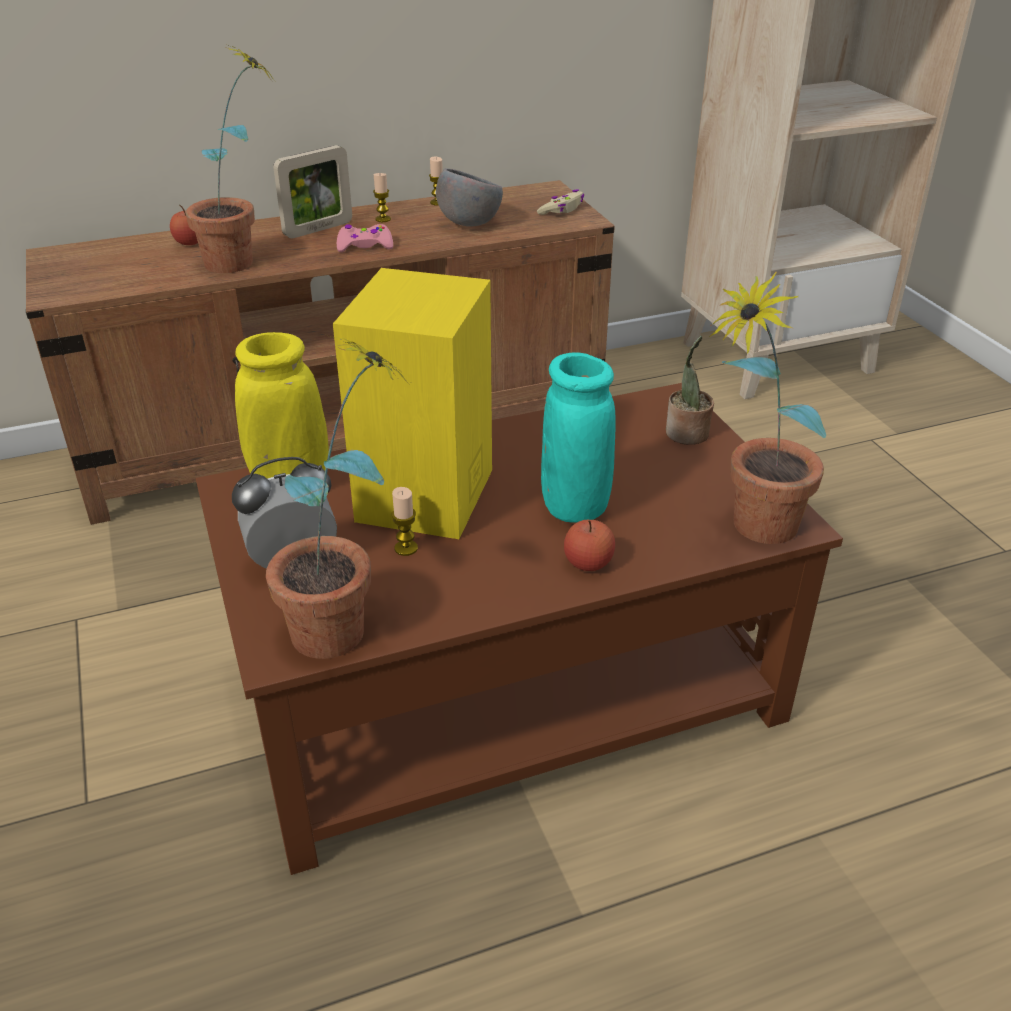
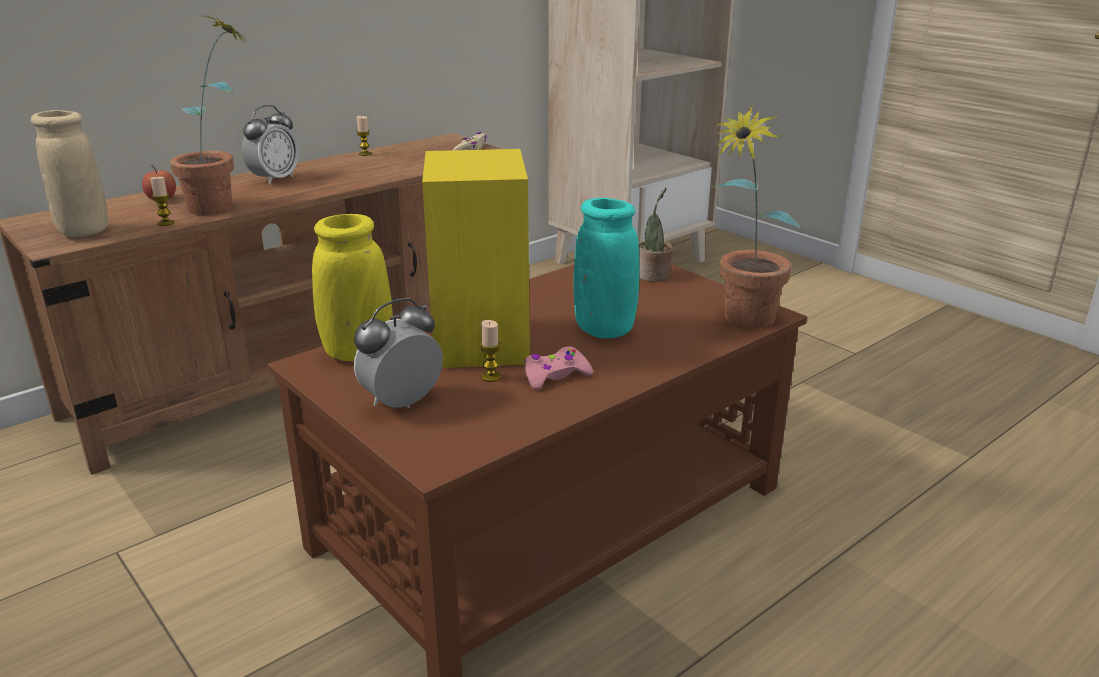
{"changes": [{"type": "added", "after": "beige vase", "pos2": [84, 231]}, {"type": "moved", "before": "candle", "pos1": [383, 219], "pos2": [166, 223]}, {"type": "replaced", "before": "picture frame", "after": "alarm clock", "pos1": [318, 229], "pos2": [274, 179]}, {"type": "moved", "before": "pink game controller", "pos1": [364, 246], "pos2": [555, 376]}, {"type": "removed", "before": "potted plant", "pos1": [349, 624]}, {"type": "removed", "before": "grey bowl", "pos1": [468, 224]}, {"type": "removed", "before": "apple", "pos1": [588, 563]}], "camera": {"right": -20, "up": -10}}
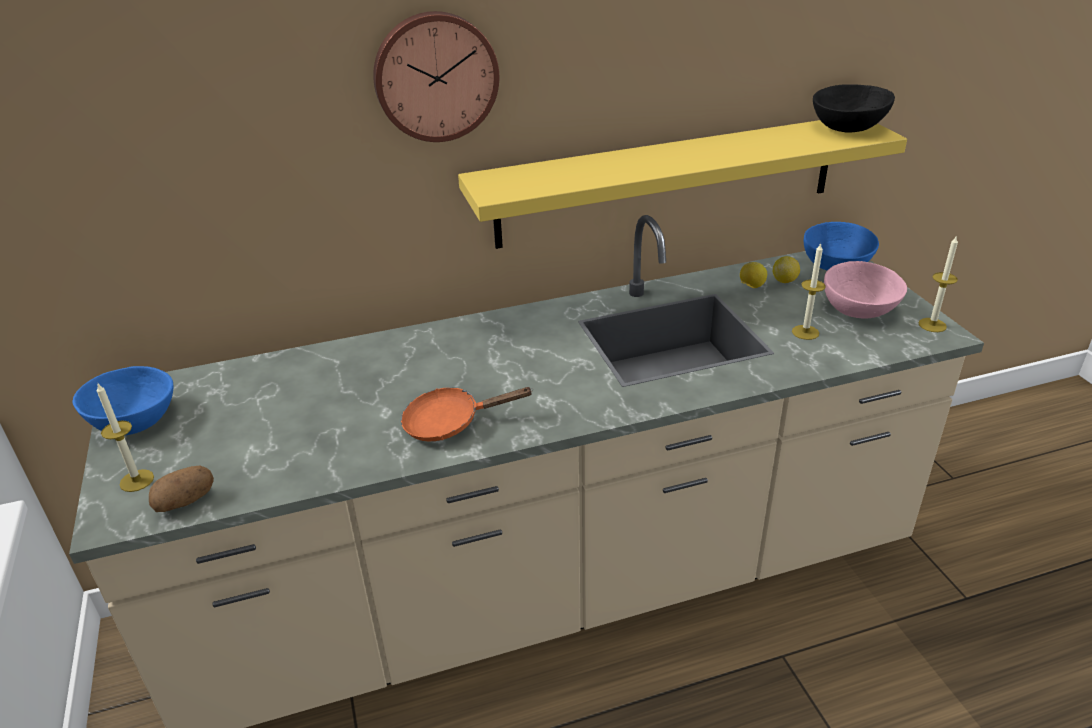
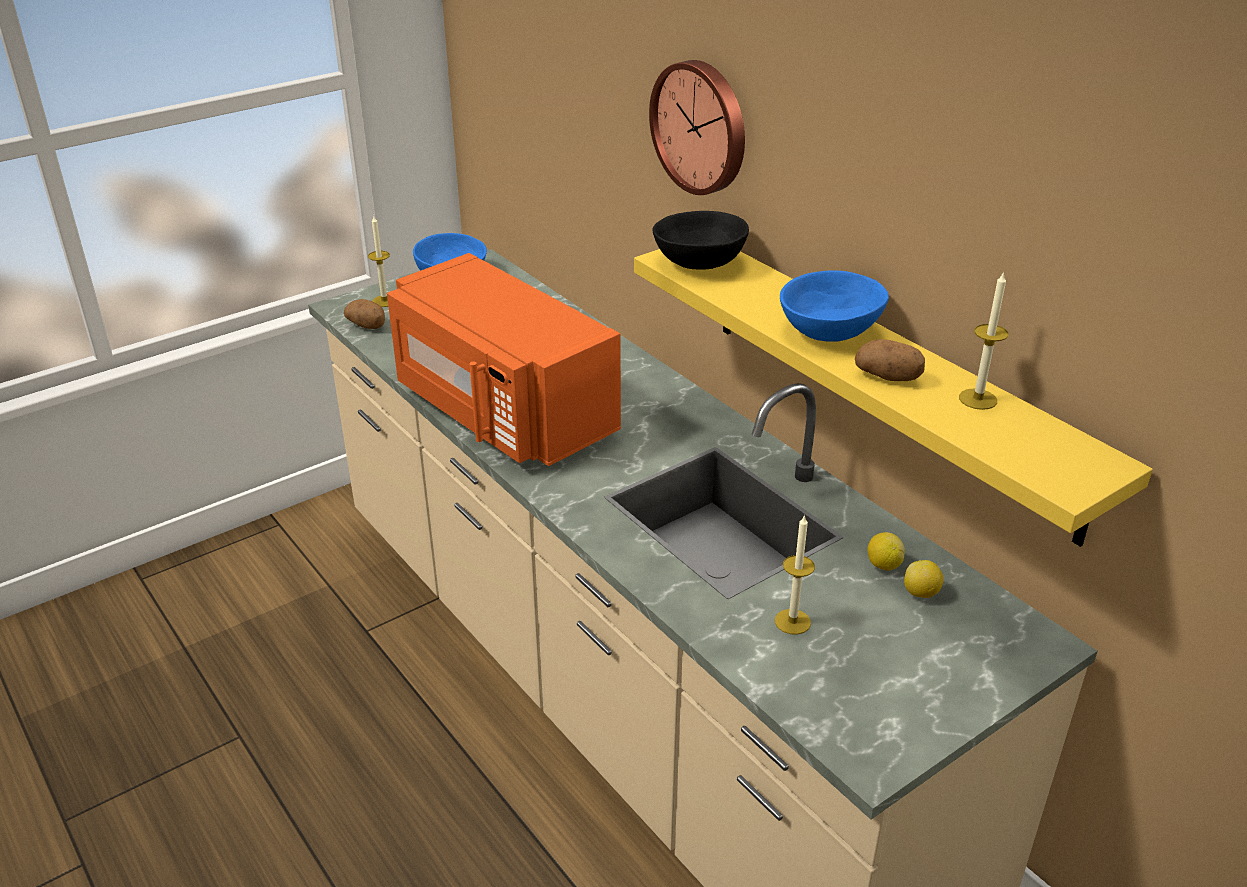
{"changes": [{"type": "replaced", "before": "orange frying pan", "after": "orange microwave", "pos1": [450, 423], "pos2": [502, 411]}, {"type": "moved", "before": "black bowl", "pos1": [848, 127], "pos2": [701, 263]}, {"type": "moved", "before": "blue bowl", "pos1": [835, 264], "pos2": [830, 331]}, {"type": "added", "after": "potato", "pos2": [888, 377]}, {"type": "moved", "before": "candle", "pos1": [932, 325], "pos2": [978, 399]}, {"type": "removed", "before": "pink bowl", "pos1": [857, 309]}], "camera": {"right": 70, "up": 0}}
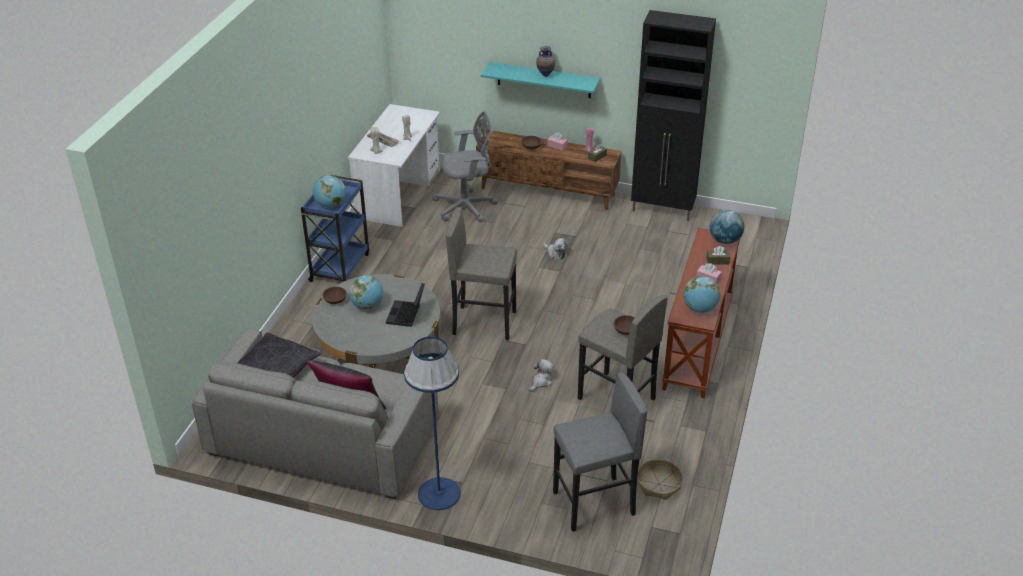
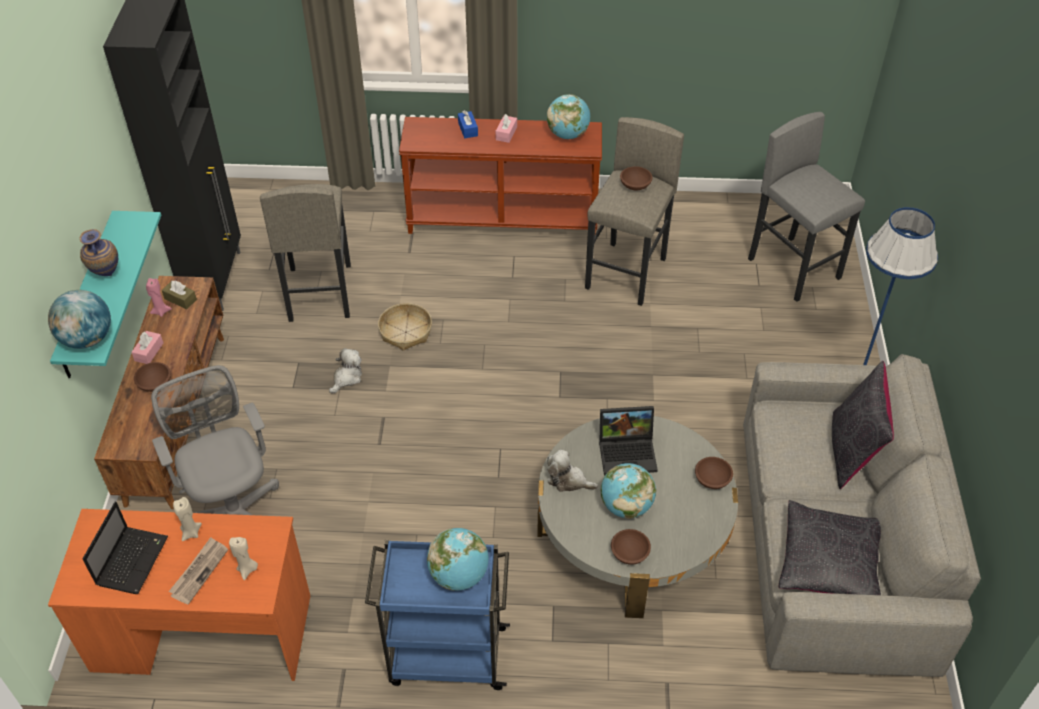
{"changes": [{"type": "moved", "before": "globe", "pos1": [725, 240], "pos2": [87, 339]}, {"type": "recoloured", "before": "white desk", "after": "orange desk", "pos1": [398, 194], "pos2": [202, 633]}, {"type": "added", "after": "laptop", "pos2": [132, 559]}, {"type": "moved", "before": "grey stool", "pos1": [484, 322], "pos2": [319, 293]}, {"type": "moved", "before": "basket", "pos1": [659, 484], "pos2": [406, 332]}, {"type": "recoloured", "before": "brown tissue box", "after": "blue tissue box", "pos1": [717, 261], "pos2": [468, 129]}, {"type": "moved", "before": "plush toy", "pos1": [541, 381], "pos2": [568, 480]}, {"type": "added", "after": "brown bowl", "pos2": [713, 480]}], "camera": {"right": -105, "up": 10}}
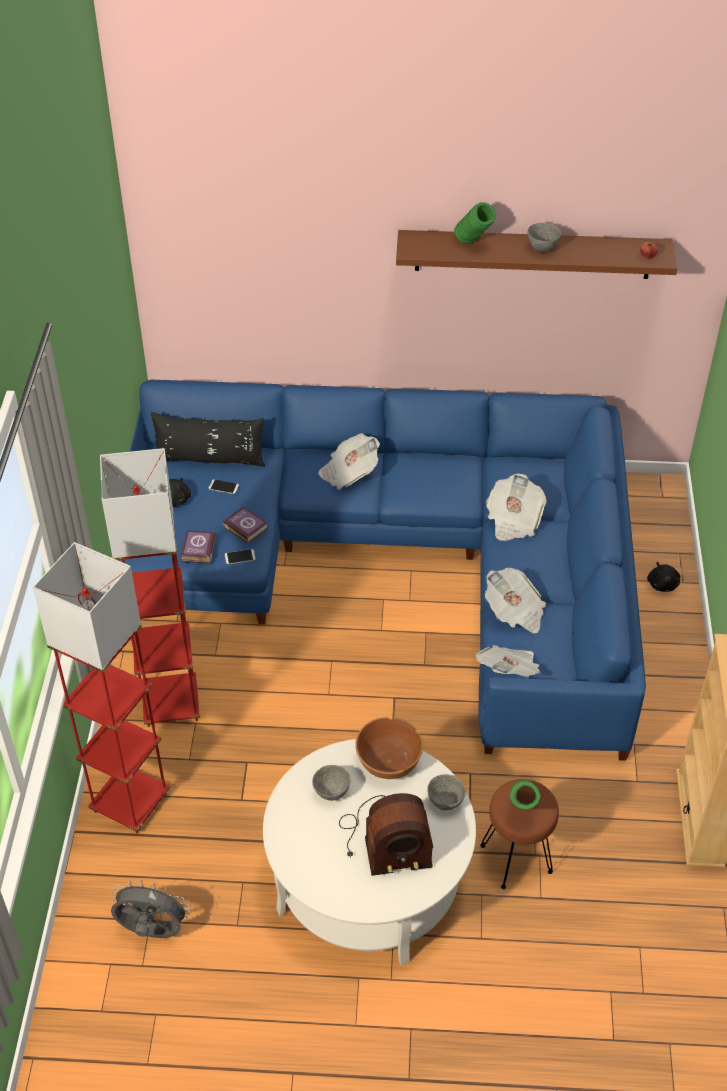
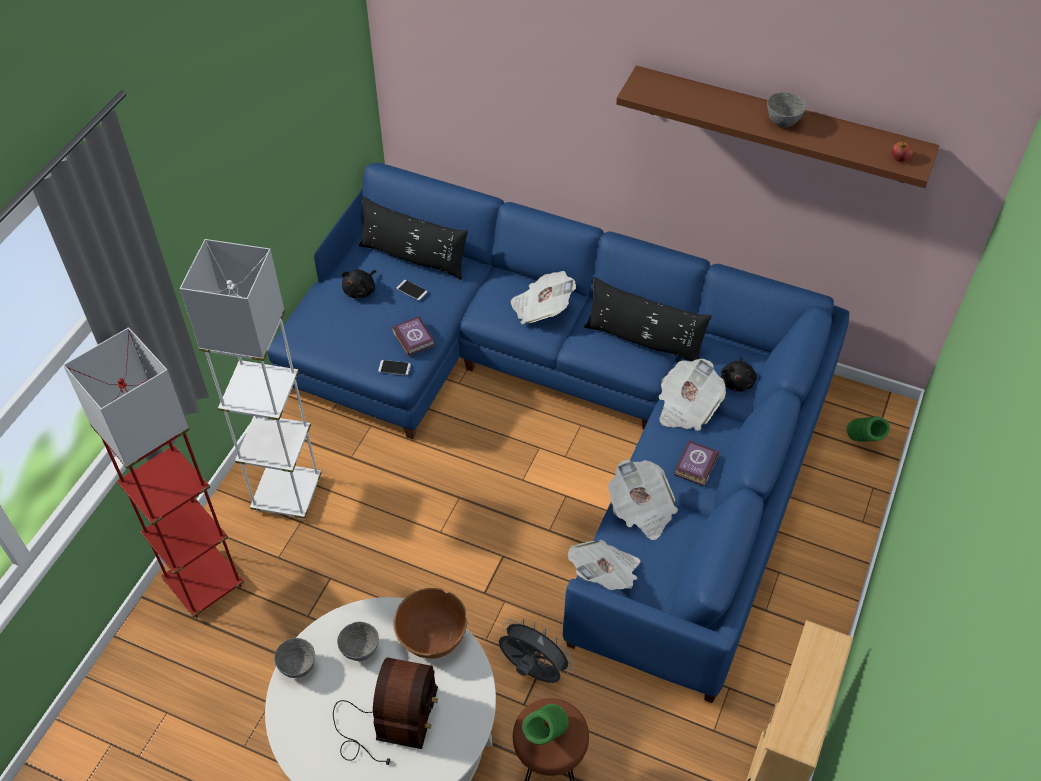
{"changes": [{"type": "recoloured", "before": "red floor lamp", "after": "white floor lamp", "pos1": [171, 704], "pos2": [287, 495]}, {"type": "moved", "before": "grey bowl", "pos1": [445, 803], "pos2": [297, 668]}, {"type": "turned", "before": "radio", "pos1": [384, 841], "pos2": [387, 722], "turn": -90}, {"type": "moved", "before": "grey fan", "pos1": [152, 932], "pos2": [532, 671]}, {"type": "added", "after": "black pillow", "pos2": [643, 340]}, {"type": "moved", "before": "book", "pos1": [197, 550], "pos2": [694, 466]}, {"type": "moved", "before": "black plush toy", "pos1": [662, 583], "pos2": [737, 381]}, {"type": "moved", "before": "green vase", "pos1": [473, 245], "pos2": [862, 444]}], "camera": {"right": 20, "up": 5}}
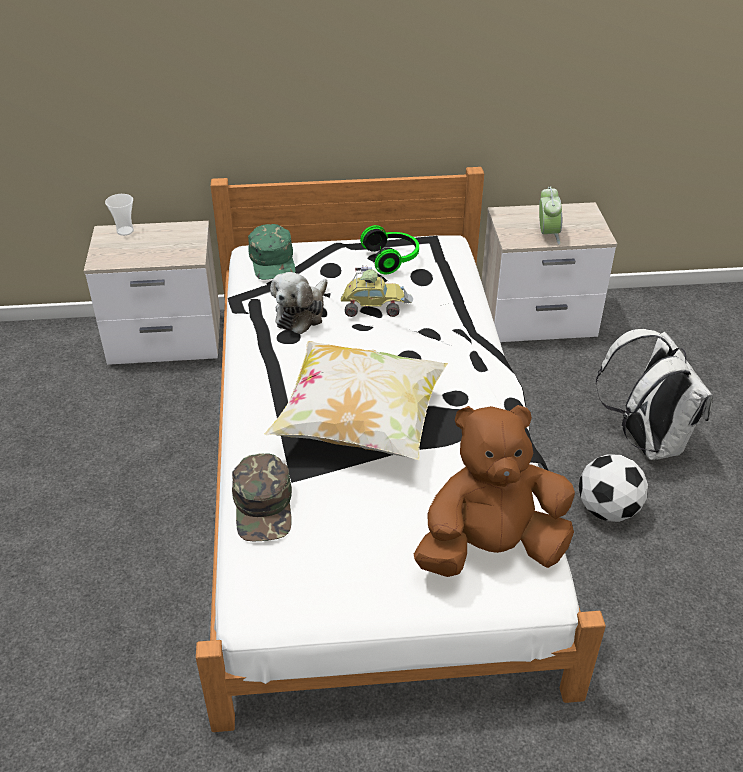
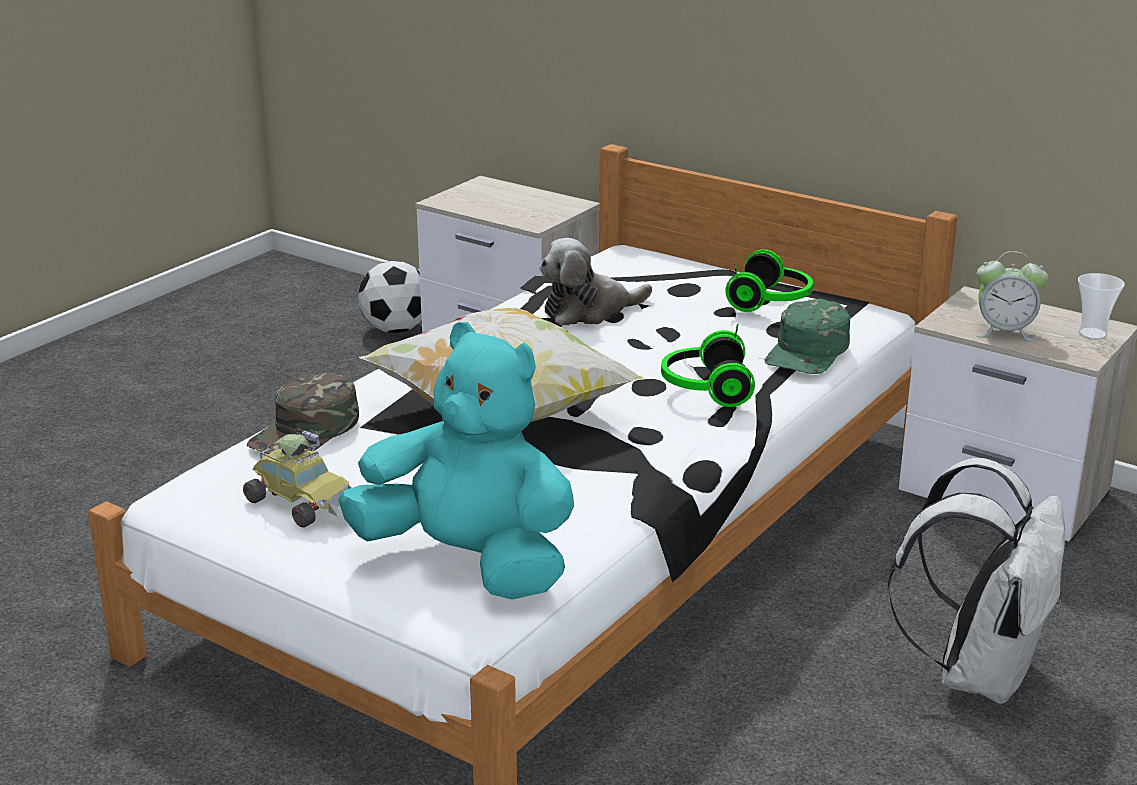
{"changes": [{"type": "moved", "before": "toy car", "pos1": [374, 305], "pos2": [303, 502]}, {"type": "recoloured", "before": "brown plush toy", "after": "turquoise plush toy", "pos1": [490, 548], "pos2": [469, 562]}, {"type": "moved", "before": "football", "pos1": [607, 510], "pos2": [396, 329]}, {"type": "added", "after": "headphones", "pos2": [704, 389]}, {"type": "moved", "before": "green cap", "pos1": [273, 260], "pos2": [808, 352]}, {"type": "turned", "before": "alarm clock", "pos1": [547, 234], "pos2": [1004, 332], "turn": 60}, {"type": "moved", "before": "cup", "pos1": [125, 231], "pos2": [1092, 334]}], "camera": {"right": 40, "up": -15}}
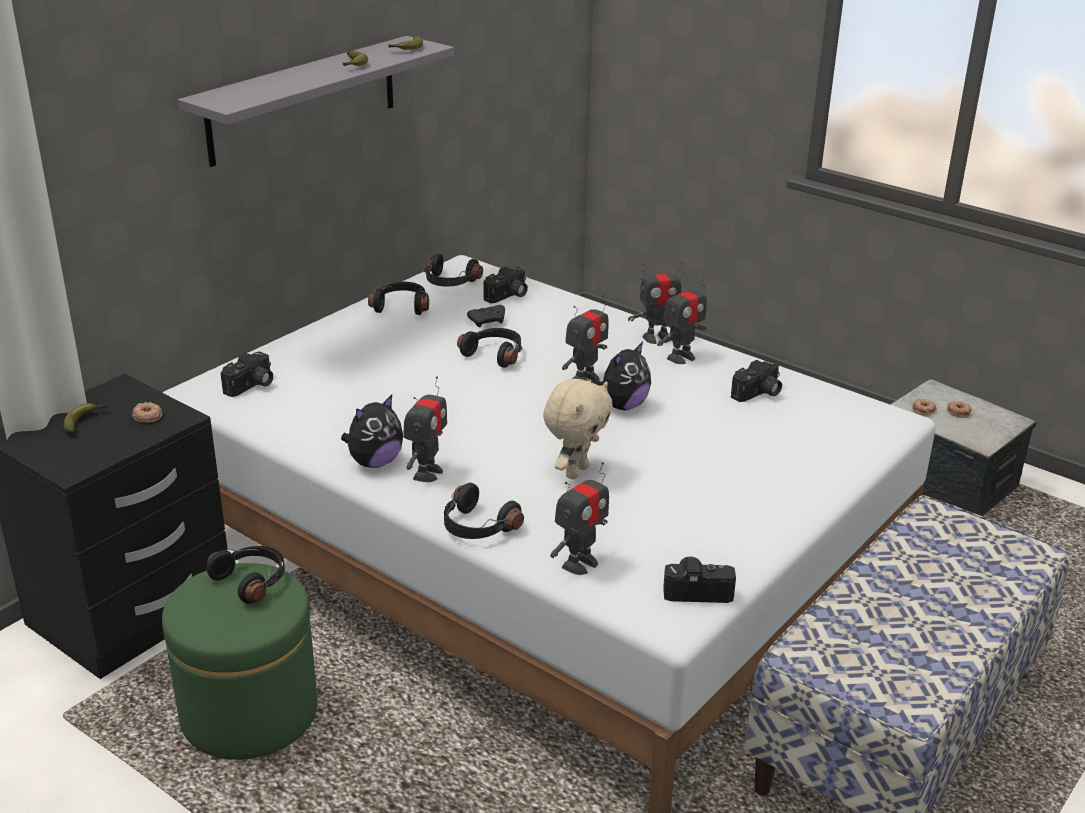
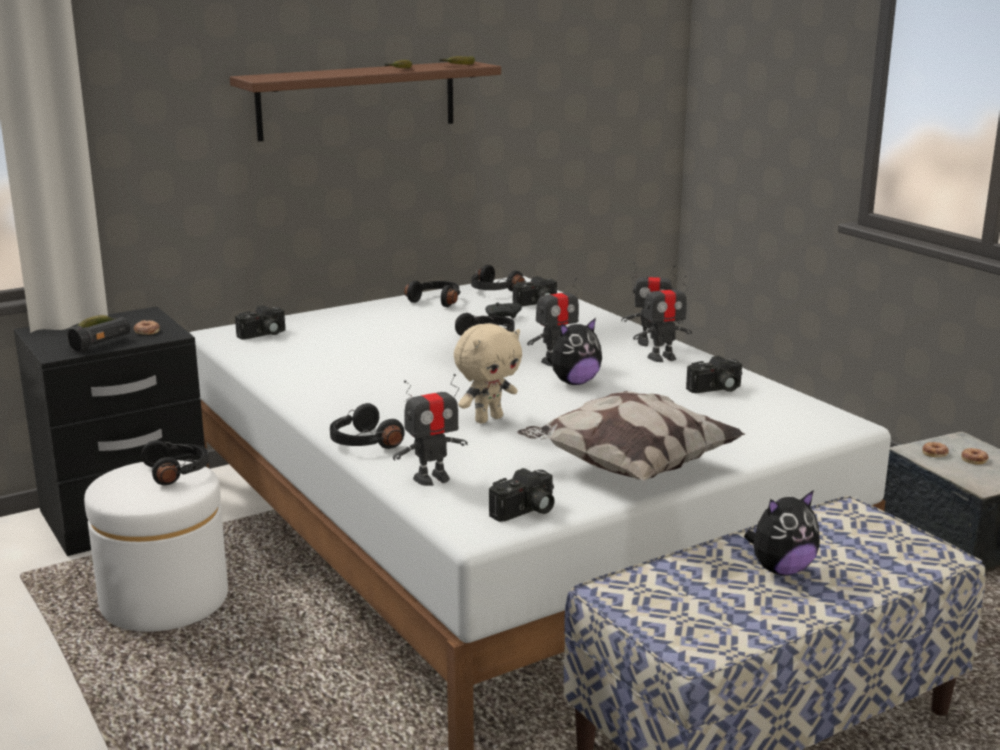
{"changes": [{"type": "added", "after": "black flashlight", "pos2": [102, 344]}, {"type": "recoloured", "before": "green ottoman", "after": "white ottoman", "pos1": [249, 712], "pos2": [164, 600]}, {"type": "recoloured", "before": "grey shelf", "after": "brown shelf", "pos1": [303, 100], "pos2": [358, 100]}, {"type": "turned", "before": "photo camera", "pos1": [697, 590], "pos2": [526, 512], "turn": 120}, {"type": "added", "after": "pillow", "pos2": [628, 468]}, {"type": "moved", "before": "plush toy", "pos1": [374, 462], "pos2": [781, 569]}, {"type": "removed", "before": "toy robot", "pos1": [427, 473]}], "camera": {"right": 20, "up": -10}}
